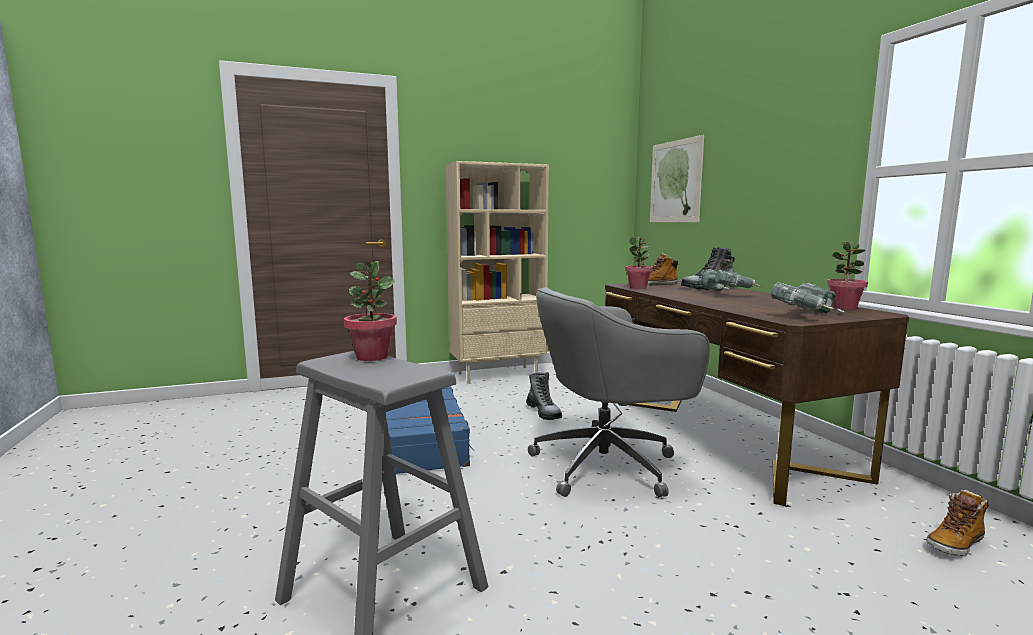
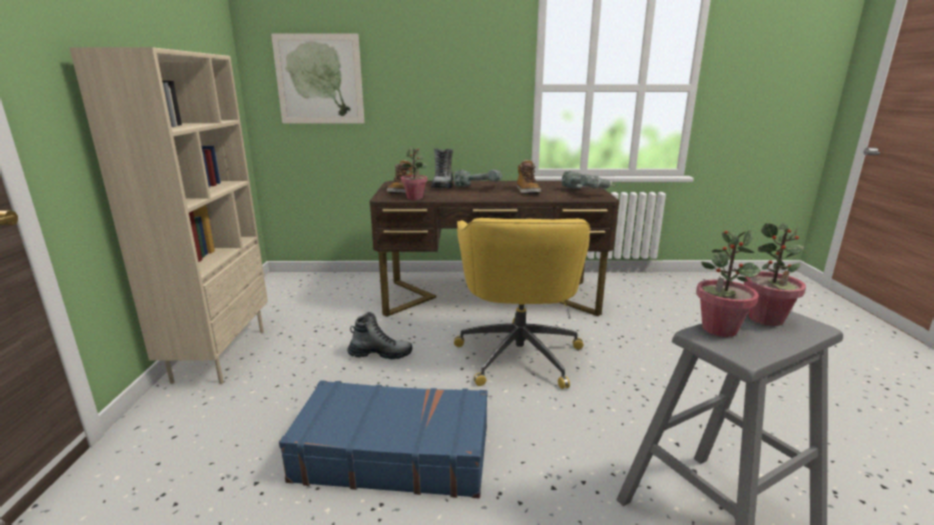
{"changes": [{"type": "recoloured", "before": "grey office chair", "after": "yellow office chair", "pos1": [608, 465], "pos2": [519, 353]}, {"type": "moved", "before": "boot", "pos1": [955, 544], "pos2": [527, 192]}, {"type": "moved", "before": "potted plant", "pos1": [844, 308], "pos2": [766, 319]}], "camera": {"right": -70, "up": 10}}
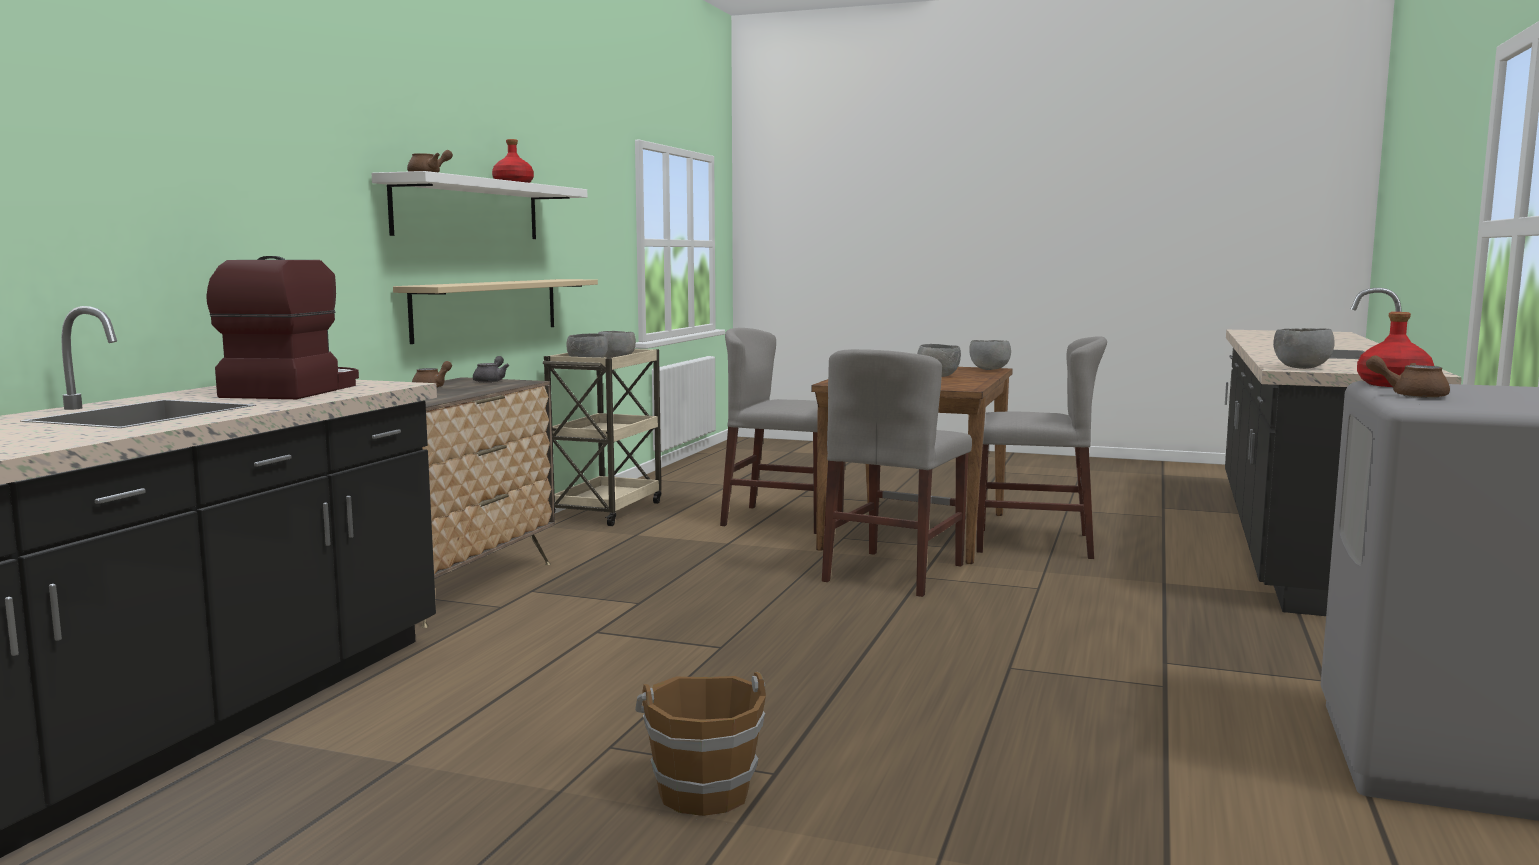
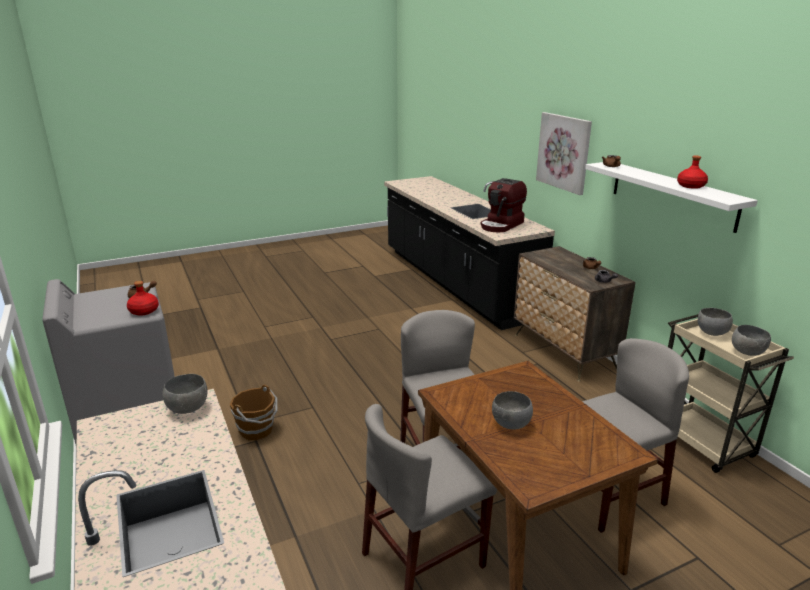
{"changes": [{"type": "moved", "before": "brown bucket", "pos1": [703, 791], "pos2": [257, 430]}, {"type": "turned", "before": "coffee machine", "pos1": [292, 390], "pos2": [502, 225], "turn": 75}, {"type": "added", "after": "picture", "pos2": [564, 152]}, {"type": "removed", "before": "beige shelf", "pos1": [487, 308]}, {"type": "removed", "before": "grey bowl", "pos1": [988, 369]}], "camera": {"right": 135, "up": 15}}
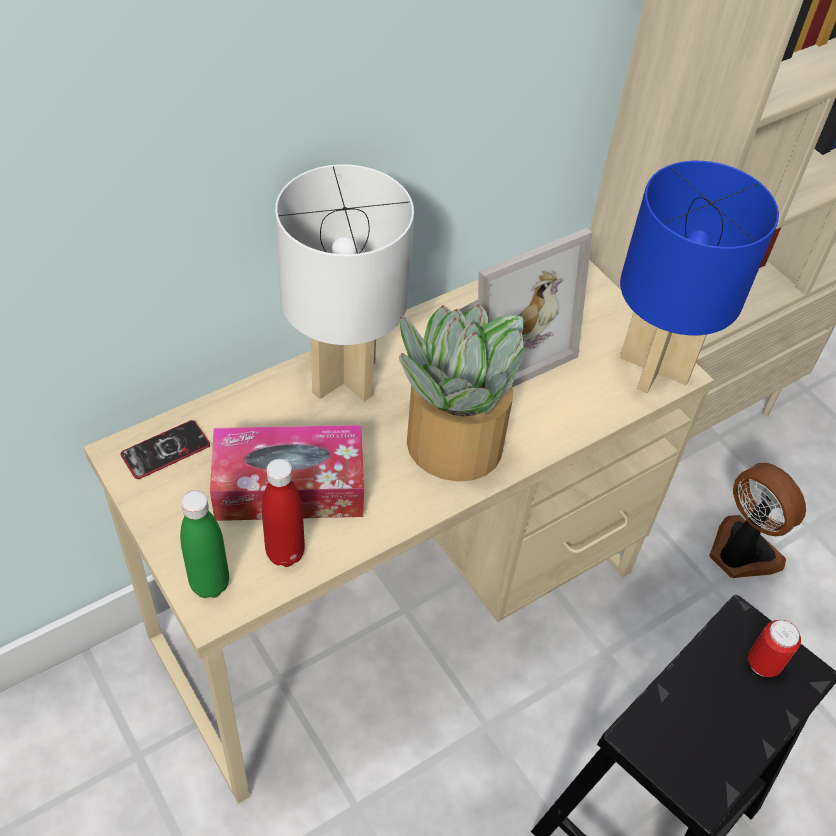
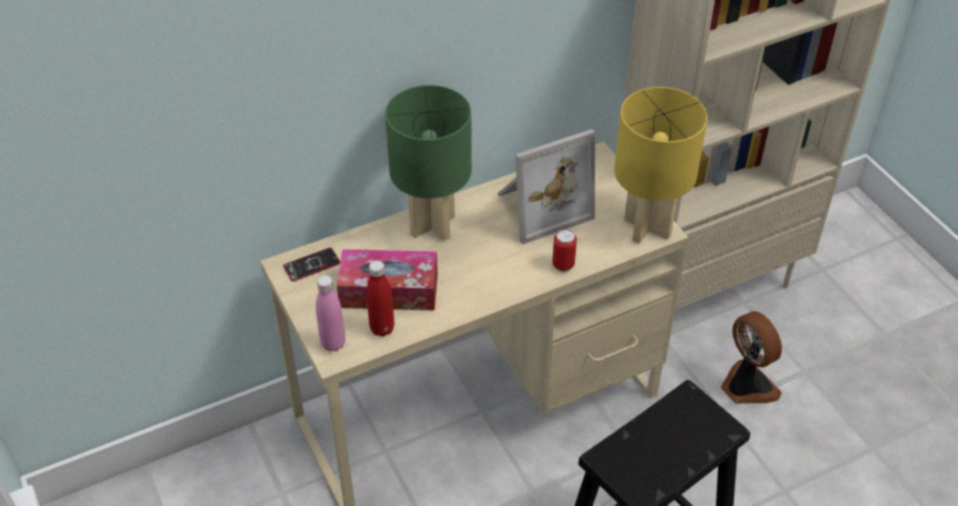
{"changes": [{"type": "recoloured", "before": "green bottle", "after": "pink bottle", "pos1": [210, 584], "pos2": [333, 343]}, {"type": "recoloured", "before": "white table lamp", "after": "green table lamp", "pos1": [343, 378], "pos2": [432, 226]}, {"type": "moved", "before": "can", "pos1": [763, 664], "pos2": [563, 265]}, {"type": "recoloured", "before": "blue table lamp", "after": "yellow table lamp", "pos1": [652, 368], "pos2": [646, 227]}, {"type": "removed", "before": "potted plant", "pos1": [452, 444]}], "camera": {"right": 10, "up": -5}}
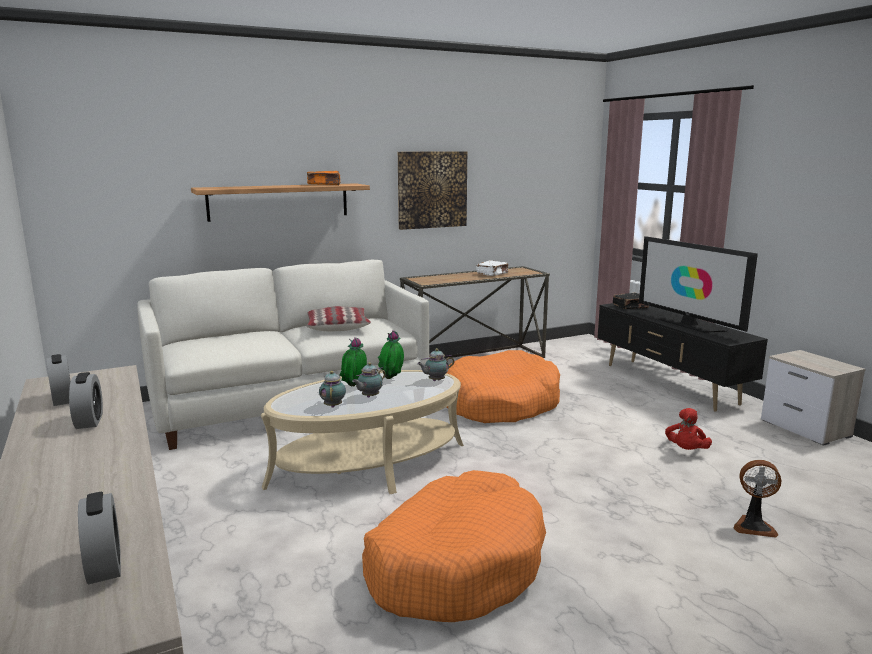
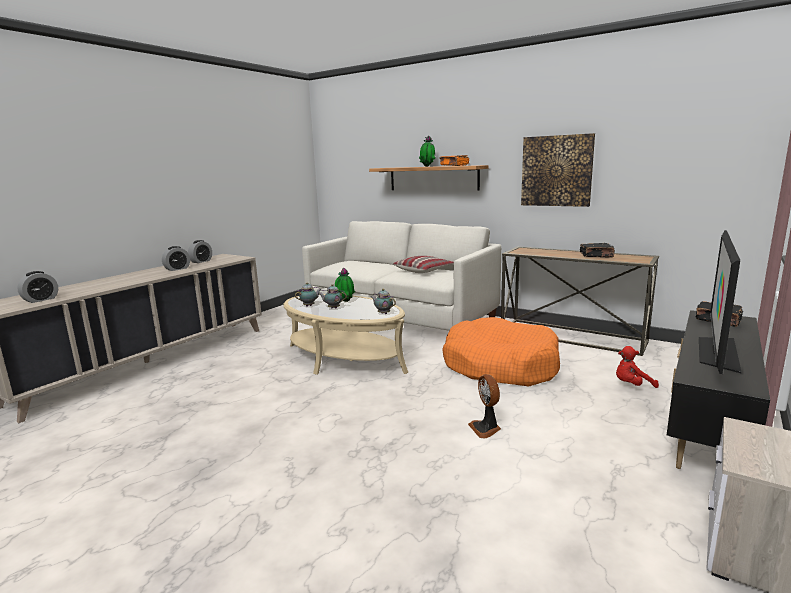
{"changes": [{"type": "moved", "before": "potted plant", "pos1": [392, 379], "pos2": [427, 166]}, {"type": "moved", "before": "fan", "pos1": [753, 526], "pos2": [486, 428]}, {"type": "recoloured", "before": "white book", "after": "black book", "pos1": [492, 274], "pos2": [596, 256]}, {"type": "moved", "before": "red plush toy", "pos1": [686, 451], "pos2": [632, 385]}, {"type": "removed", "before": "orange dog bed", "pos1": [455, 564]}], "camera": {"right": 60, "up": 0}}
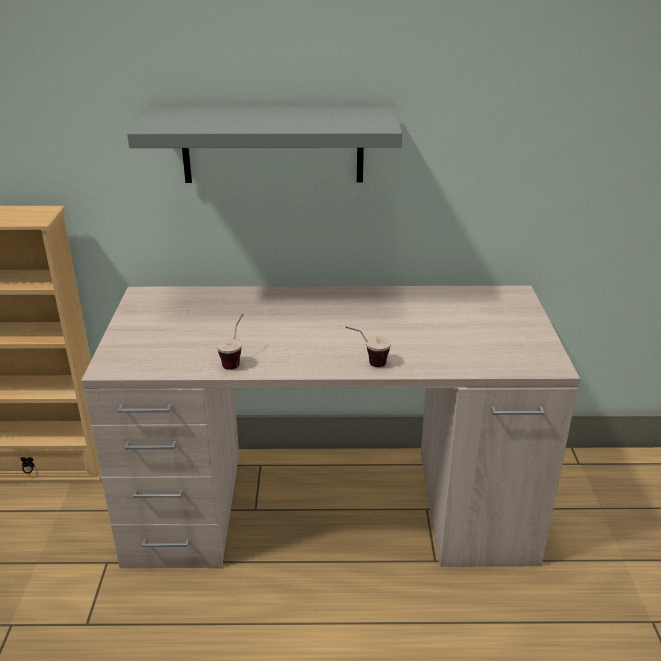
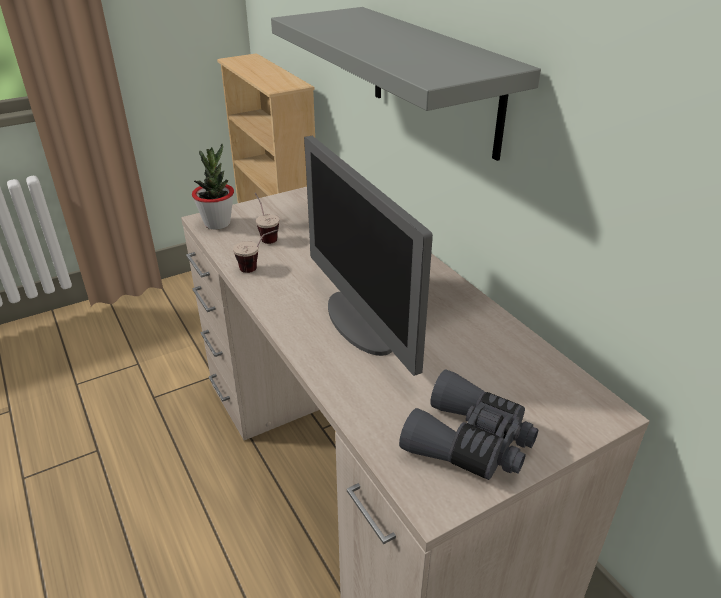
{"changes": [{"type": "added", "after": "potted plant", "pos2": [217, 223]}, {"type": "moved", "before": "cup", "pos1": [367, 363], "pos2": [266, 236]}, {"type": "added", "after": "monitor", "pos2": [360, 324]}, {"type": "added", "after": "grey binoculars", "pos2": [470, 442]}], "camera": {"right": 60, "up": 5}}
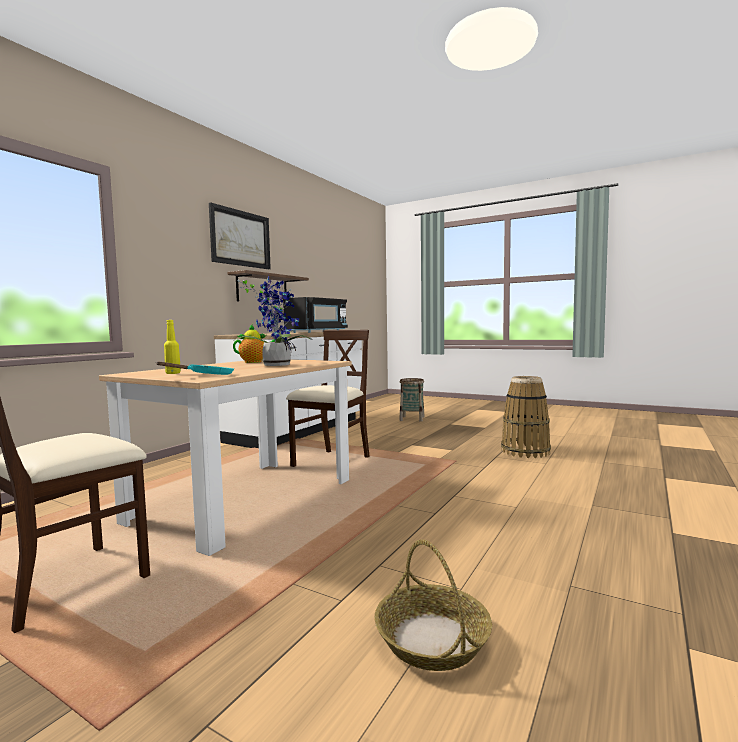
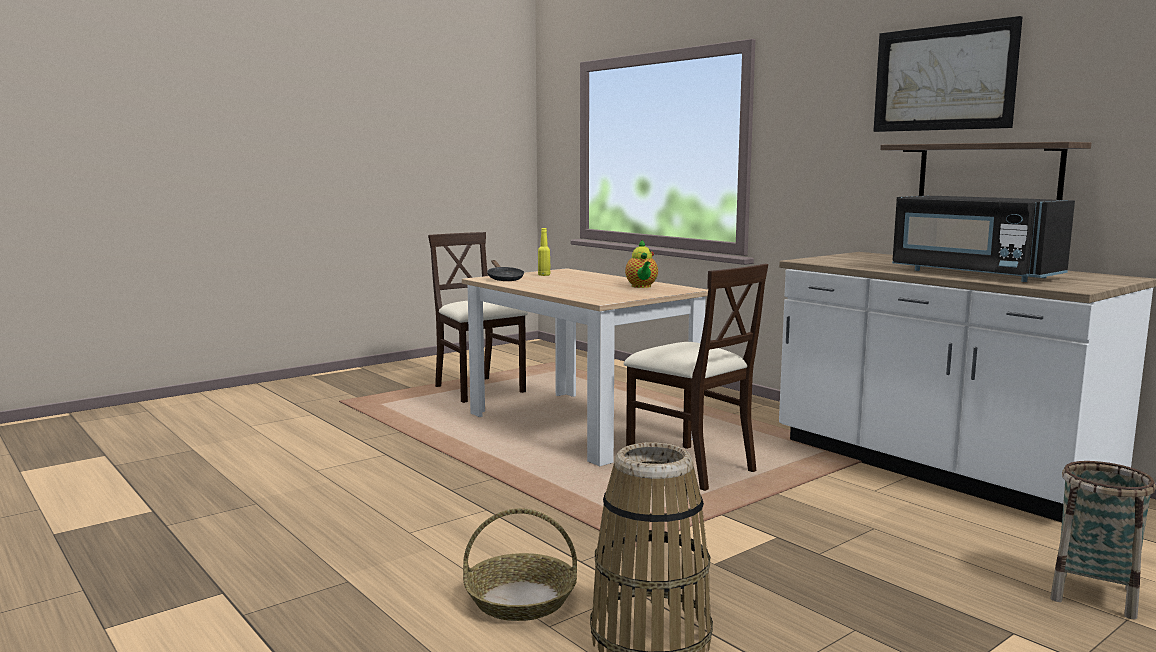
{"changes": [{"type": "moved", "before": "basket", "pos1": [431, 639], "pos2": [521, 599]}, {"type": "recoloured", "before": "turquoise frying pan", "after": "black frying pan", "pos1": [206, 376], "pos2": [504, 279]}, {"type": "removed", "before": "potted plant", "pos1": [276, 365]}], "camera": {"right": 110, "up": 5}}
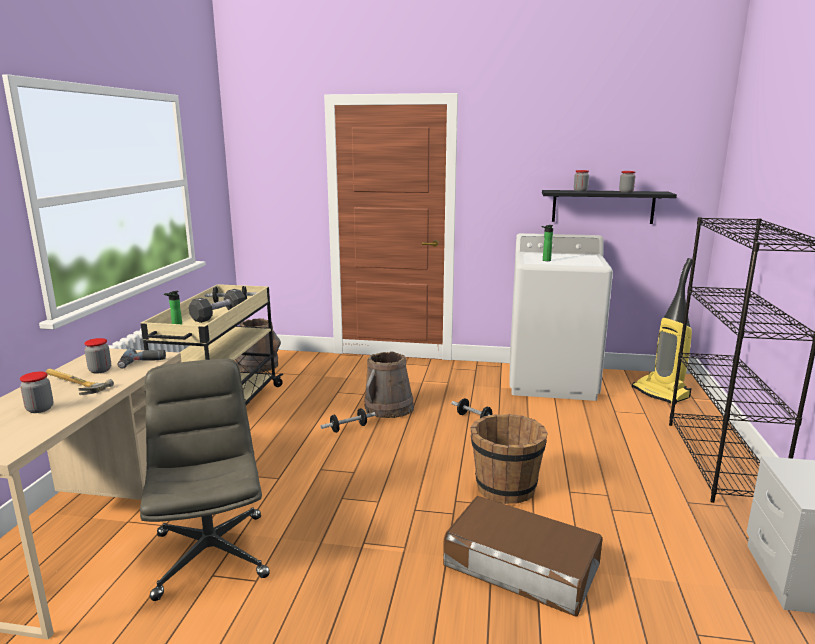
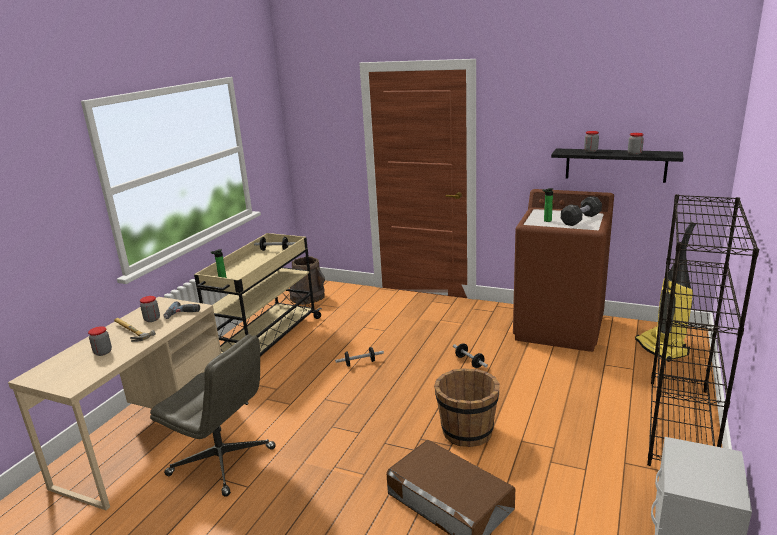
{"changes": [{"type": "turned", "before": "grey office chair", "pos1": [210, 554], "pos2": [223, 461], "turn": 120}, {"type": "recoloured", "before": "white washing machine", "after": "brown washing machine", "pos1": [552, 381], "pos2": [559, 328]}, {"type": "moved", "before": "black dumbbell", "pos1": [219, 315], "pos2": [580, 219]}, {"type": "removed", "before": "brown bucket", "pos1": [389, 408]}], "camera": {"right": 15, "up": 5}}
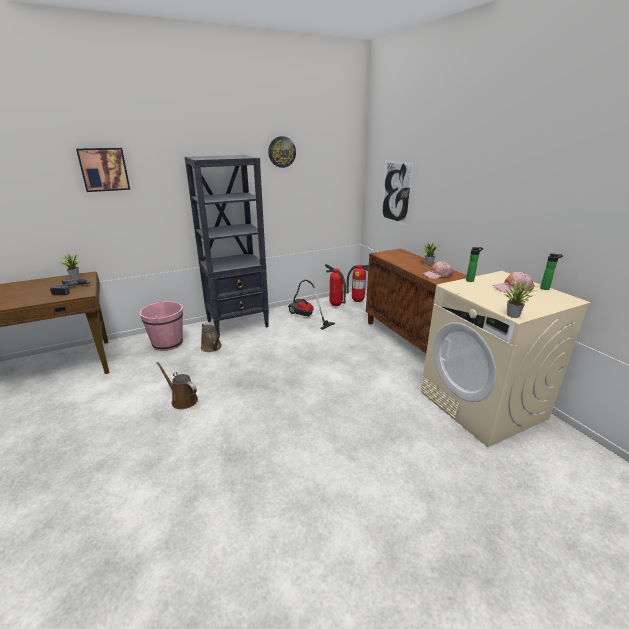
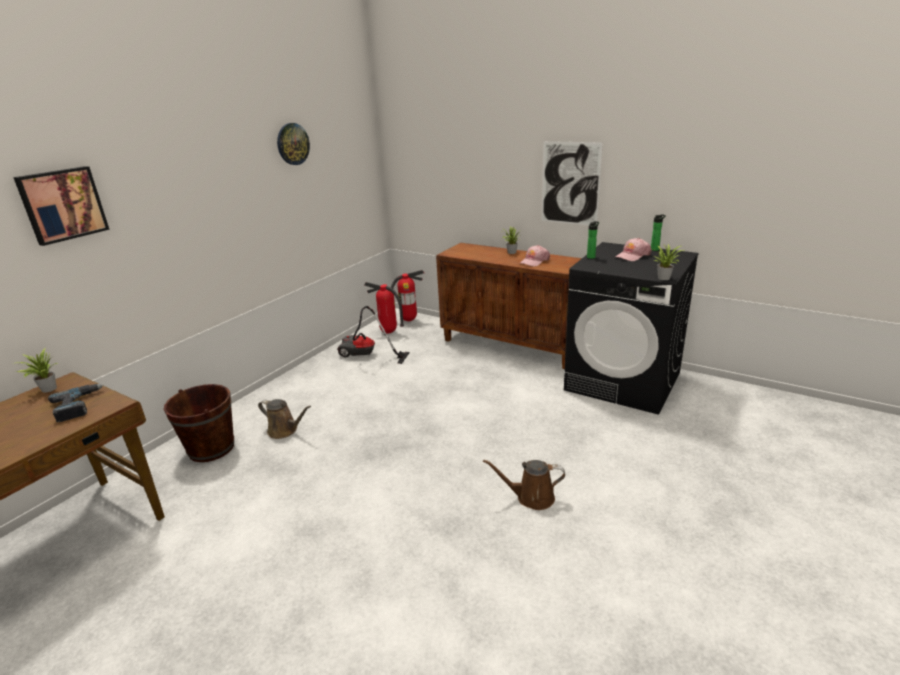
{"changes": [{"type": "recoloured", "before": "pink bucket", "after": "brown bucket", "pos1": [167, 343], "pos2": [211, 448]}, {"type": "moved", "before": "brown watering can", "pos1": [182, 400], "pos2": [531, 497]}, {"type": "moved", "before": "picture", "pos1": [396, 192], "pos2": [570, 183]}, {"type": "recoloured", "before": "beige washing machine", "after": "black washing machine", "pos1": [482, 405], "pos2": [623, 381]}, {"type": "removed", "before": "black bookcase", "pos1": [238, 324]}], "camera": {"right": -30, "up": 0}}
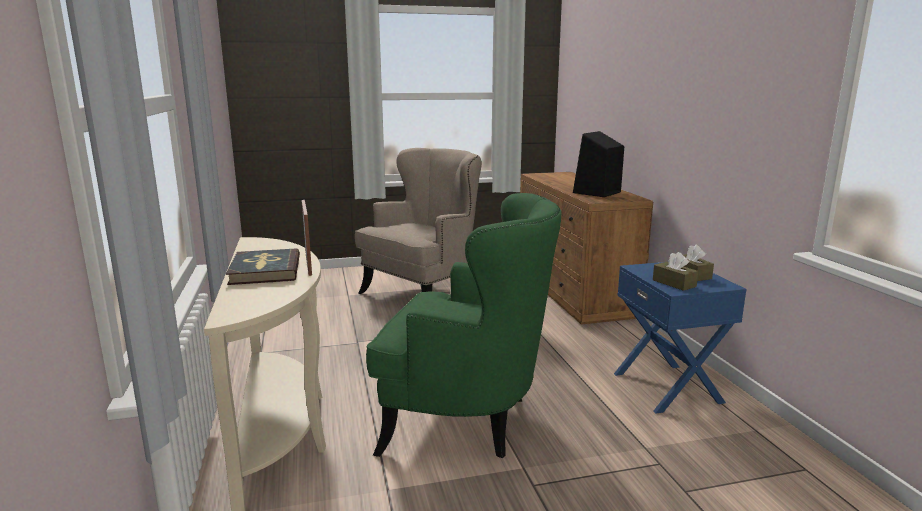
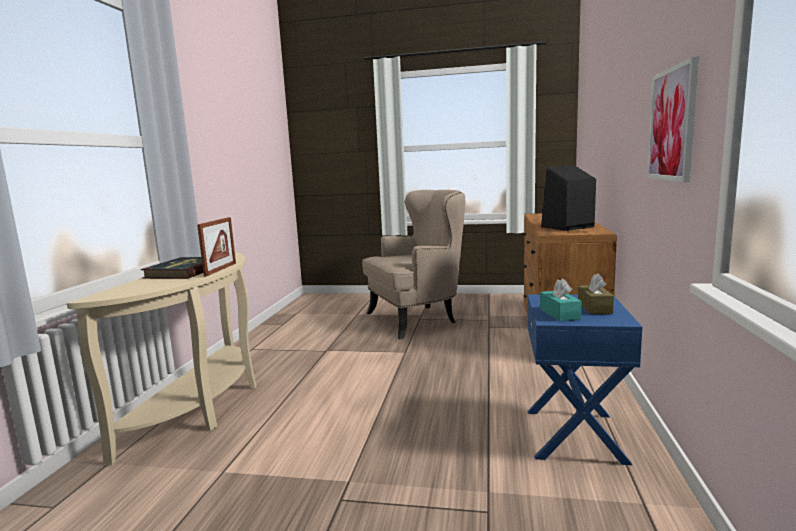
{"changes": [{"type": "recoloured", "before": "brown tissue box", "after": "turquoise tissue box", "pos1": [674, 283], "pos2": [559, 314]}, {"type": "added", "after": "picture", "pos2": [672, 124]}, {"type": "removed", "before": "green armchair", "pos1": [467, 420]}], "camera": {"right": 25, "up": -5}}
